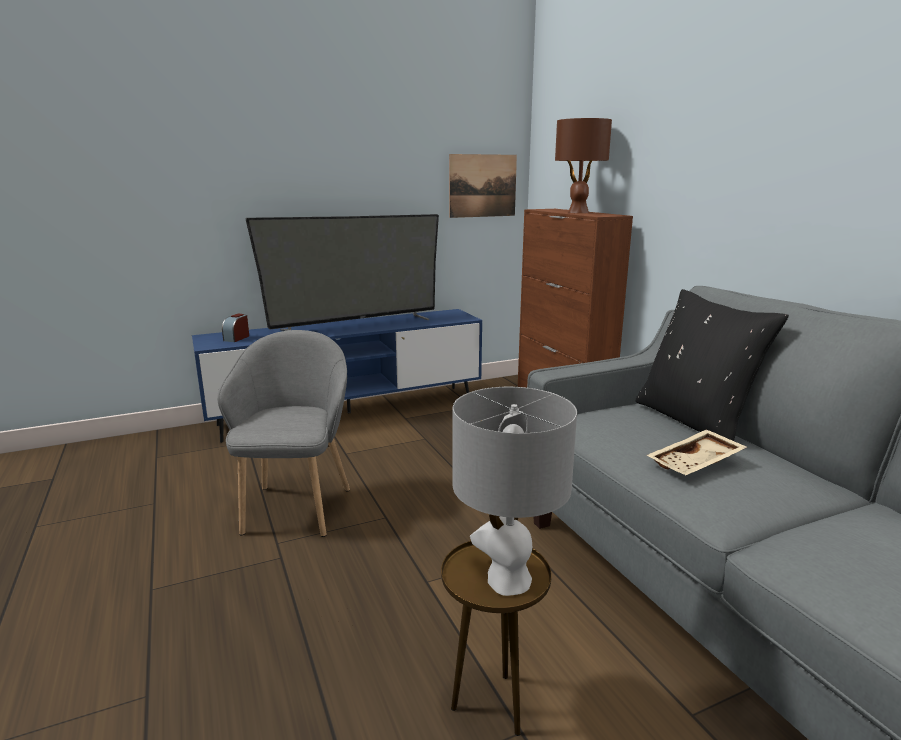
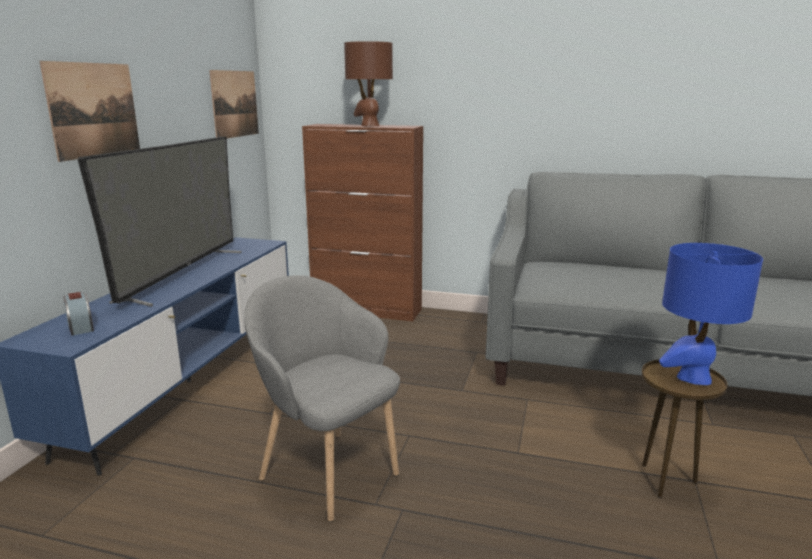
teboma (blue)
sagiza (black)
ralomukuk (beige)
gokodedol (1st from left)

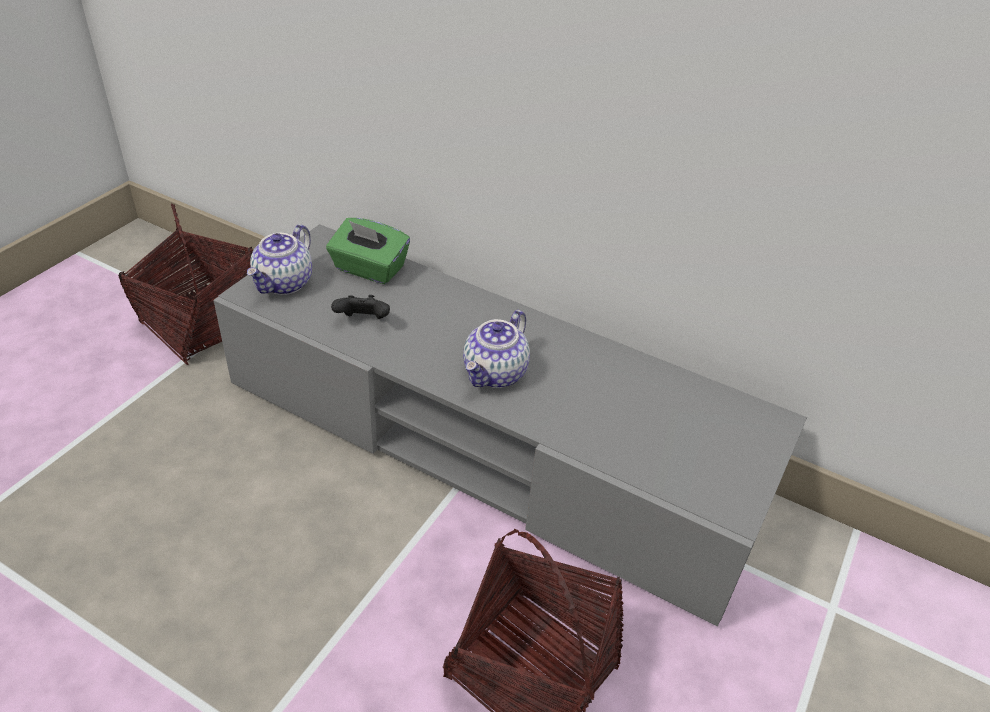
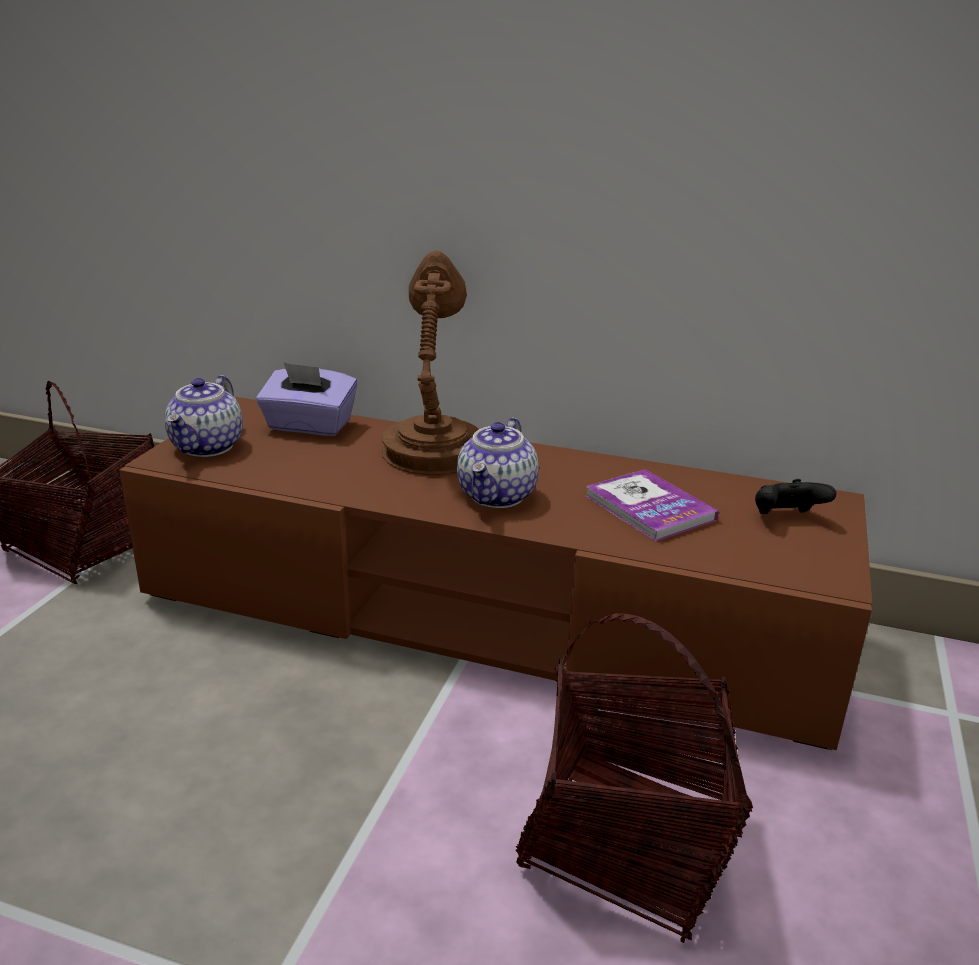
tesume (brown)
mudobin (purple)
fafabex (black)
teboma (brown)
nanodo

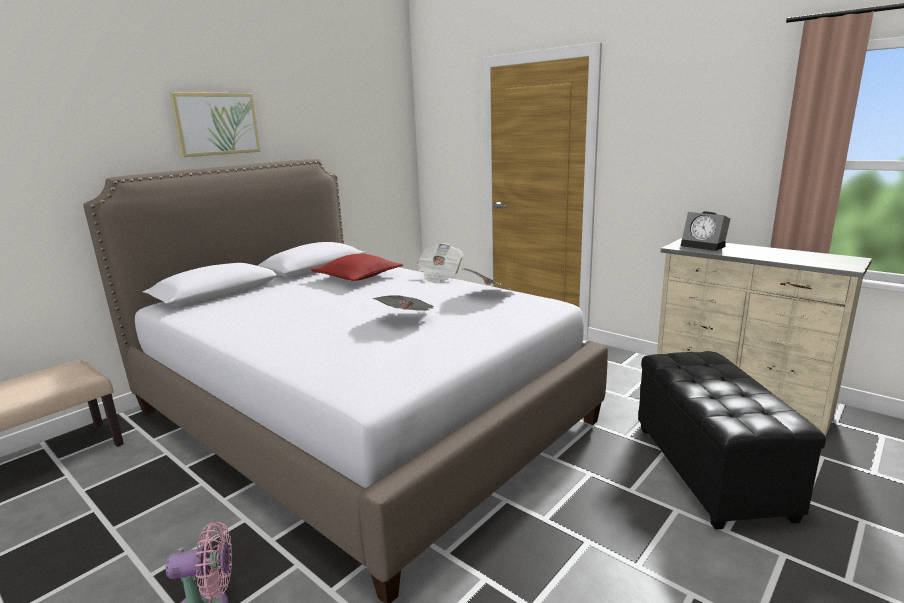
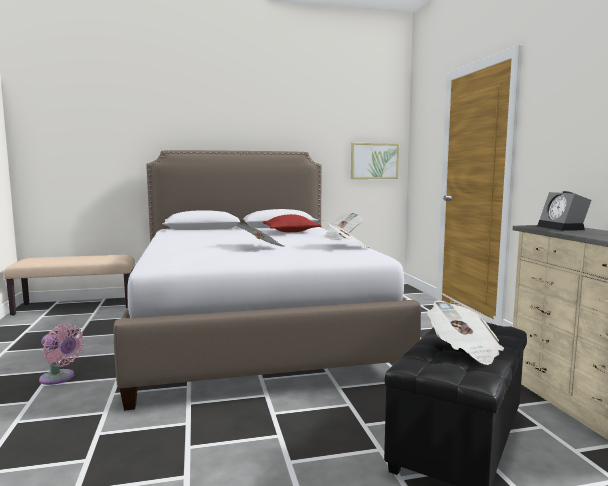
gokodedol
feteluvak (4th from left)

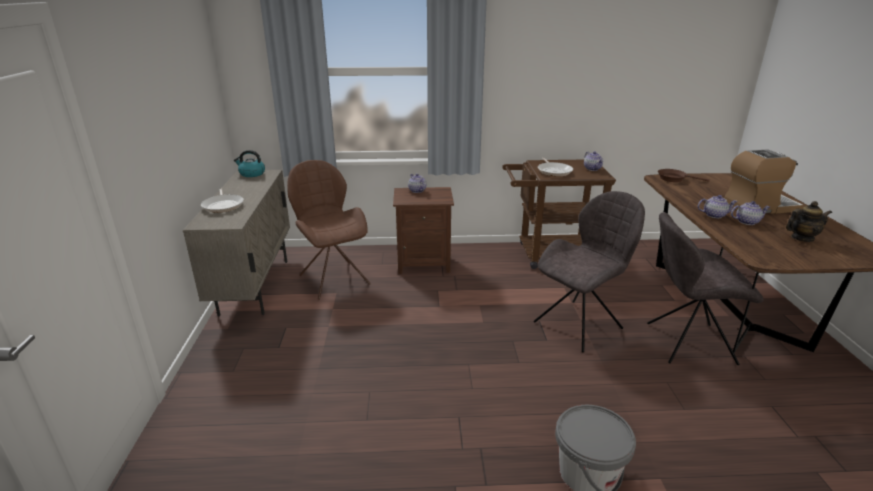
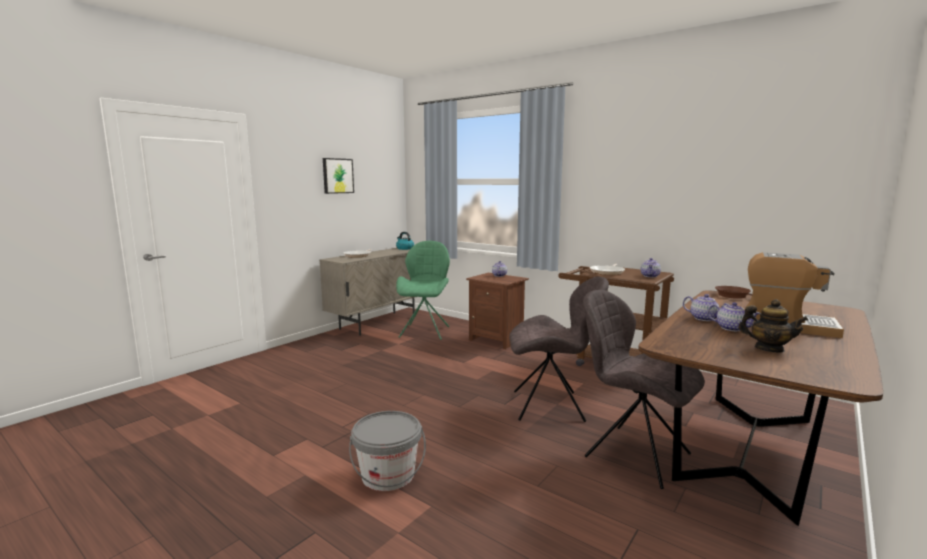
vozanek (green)
gokodedol

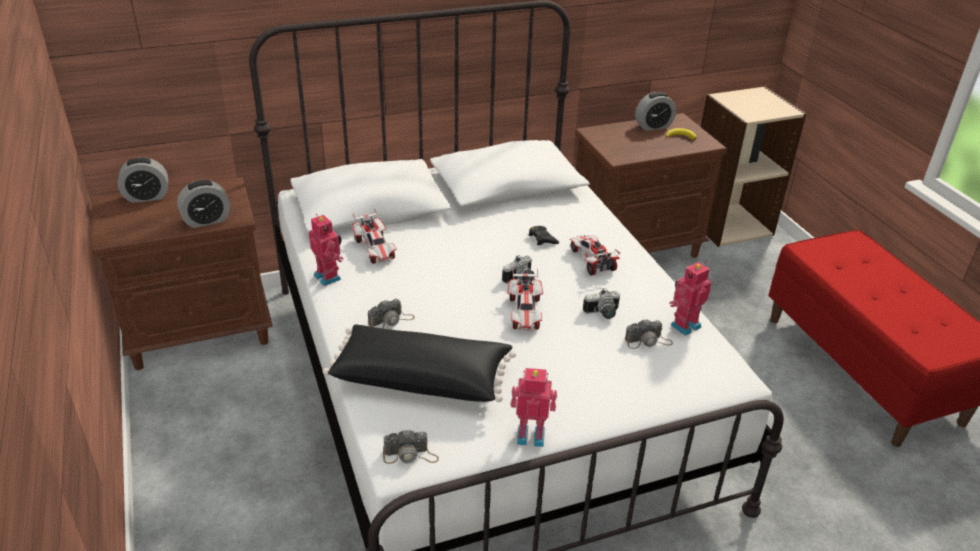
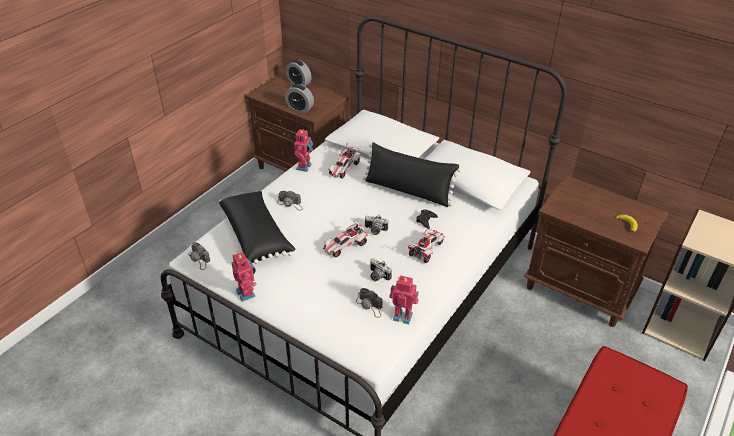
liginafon (3rd from left in the first image)
sagiza (black) (2nd from left)

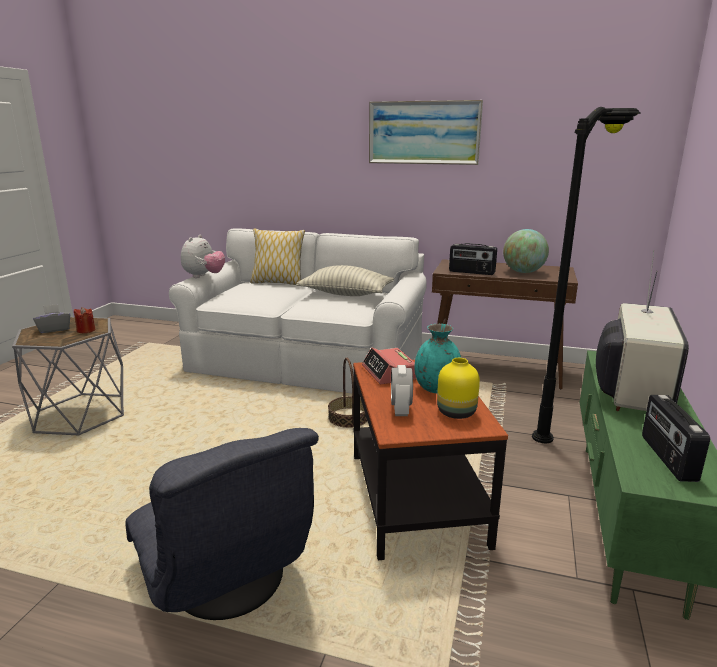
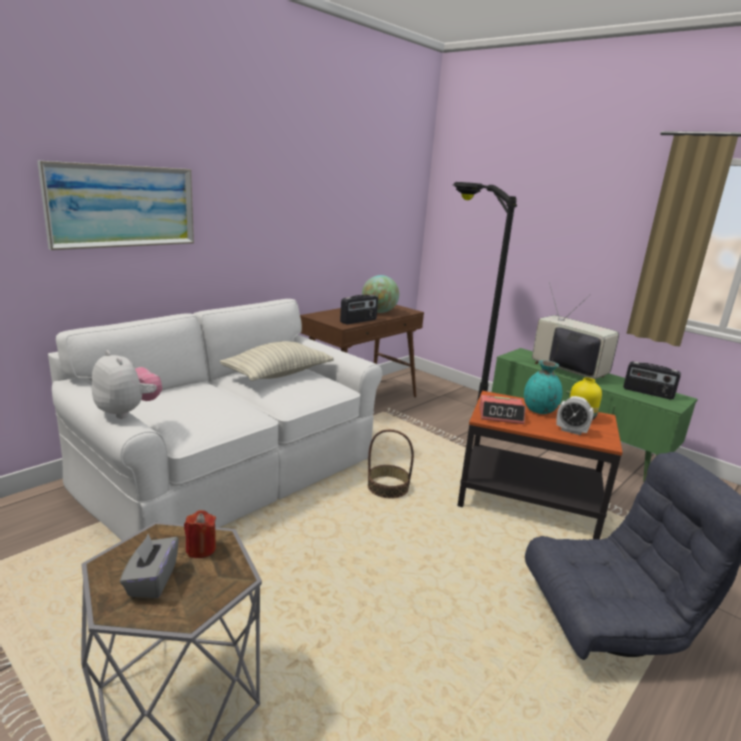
sagiza (1st from left in the first image)
gokodedol

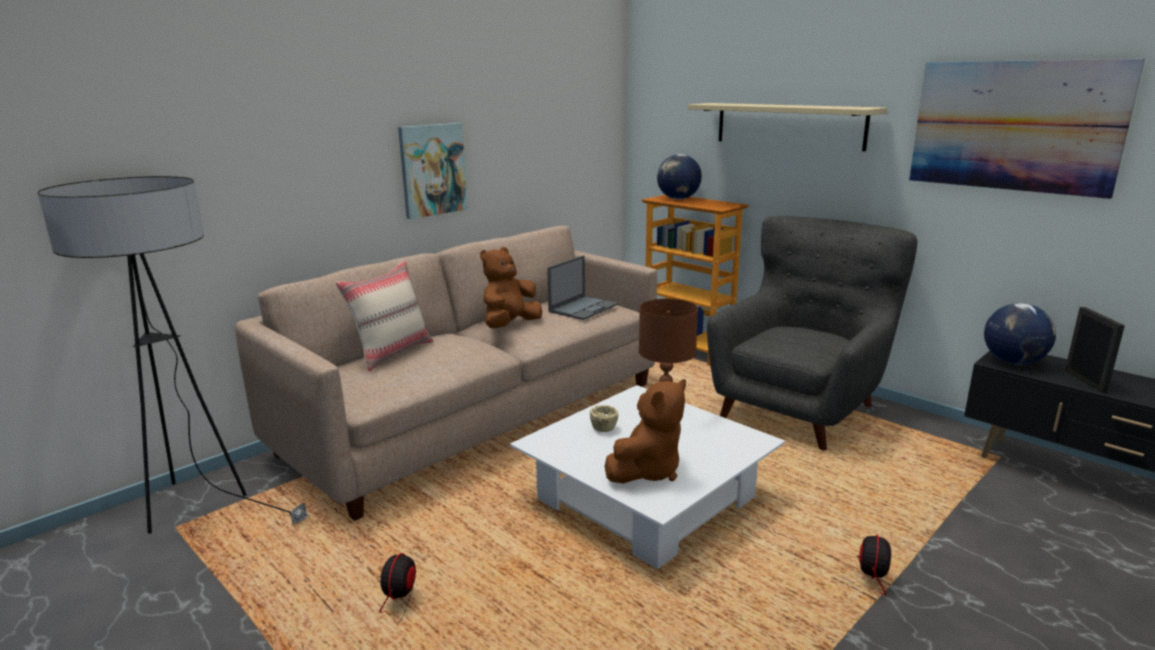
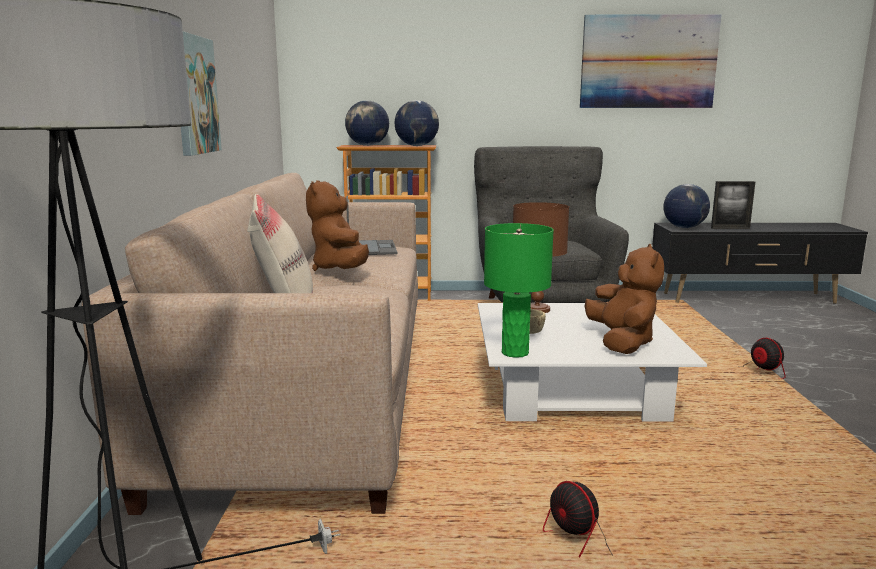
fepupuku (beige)
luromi
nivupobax (2nd from left)
teboma (green)

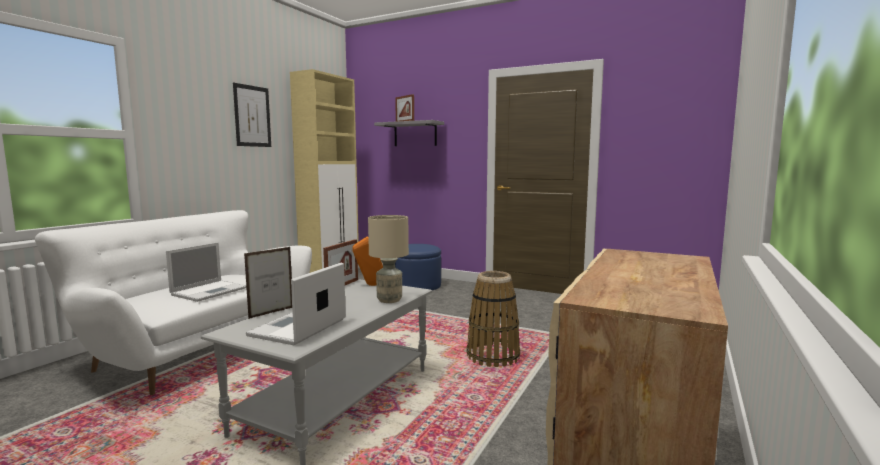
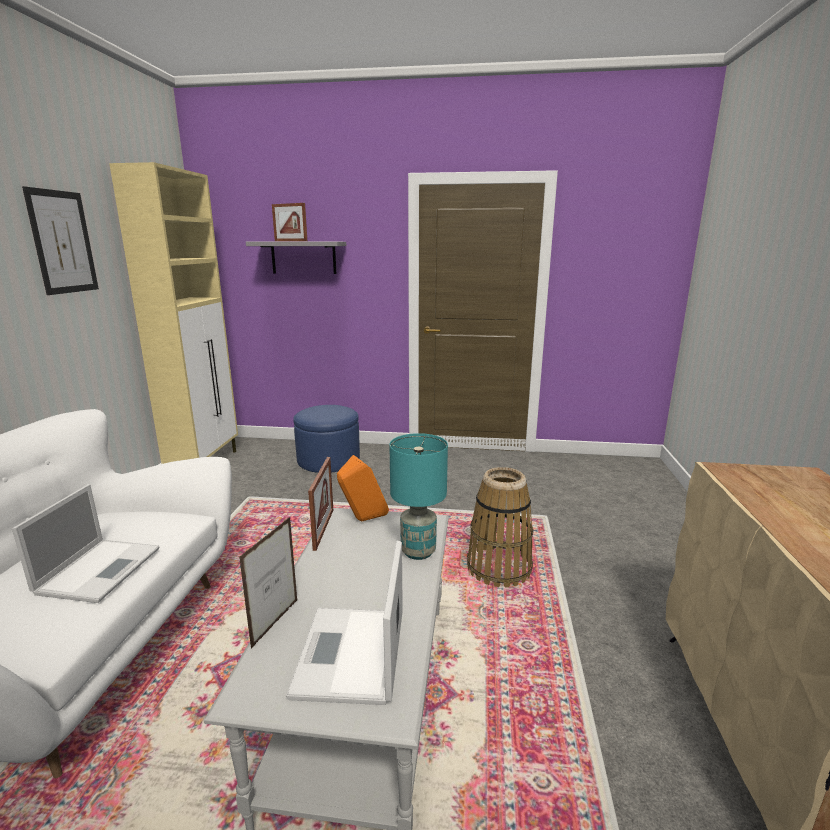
teboma (turquoise)

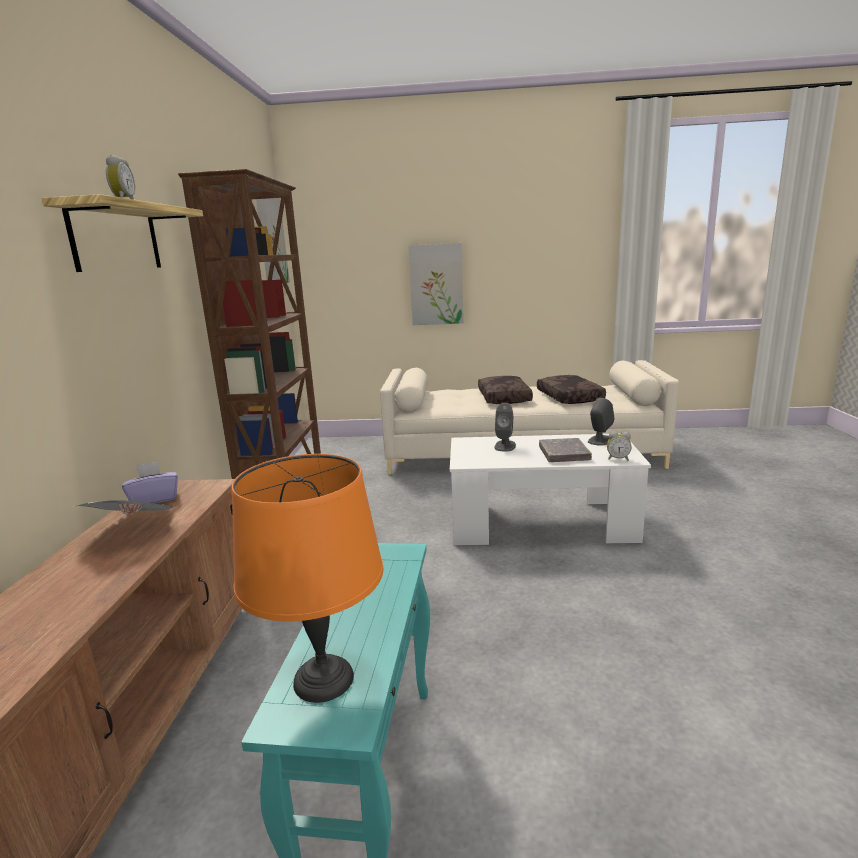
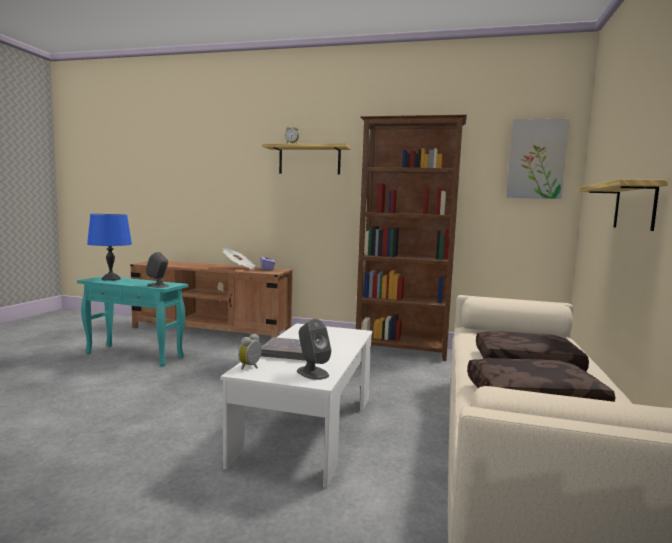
teboma (blue)
fepupuku (2nd from left)
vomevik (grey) (1st from left)

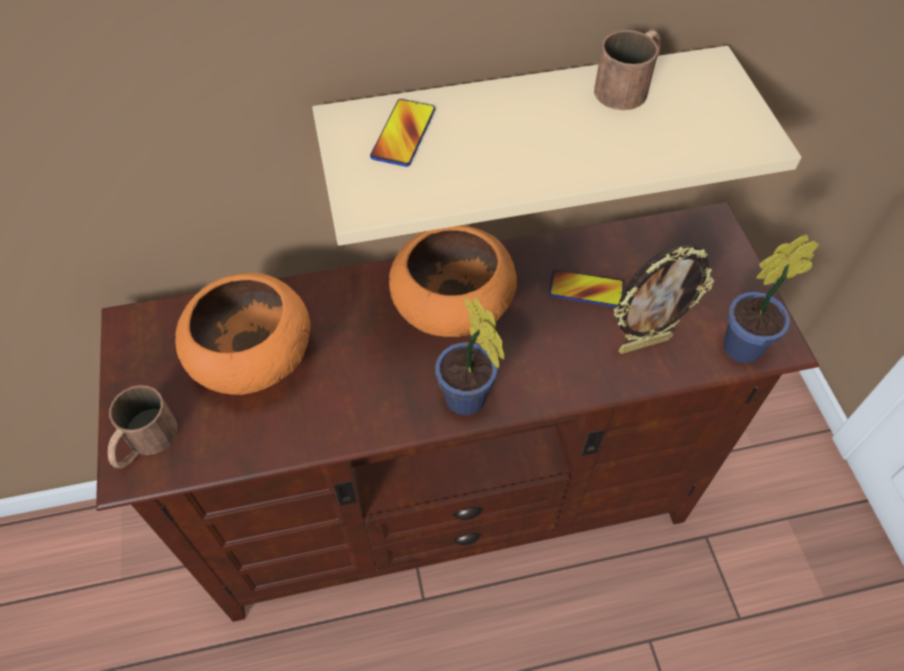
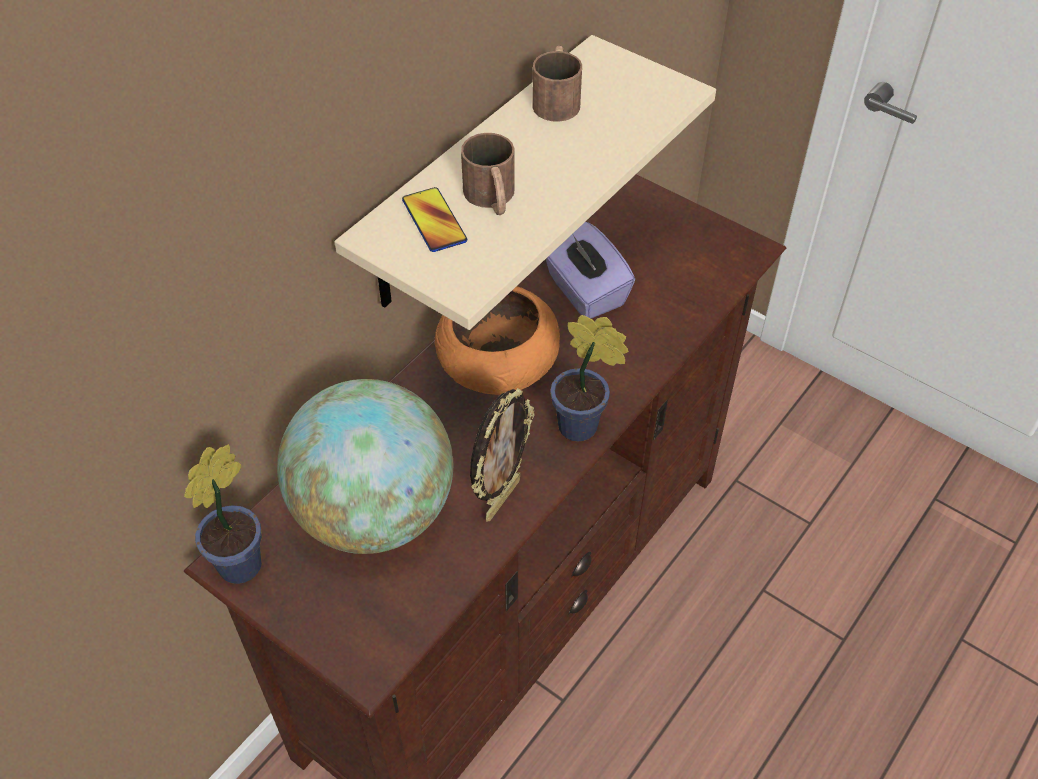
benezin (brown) (1st from left)
nivupobax
mudobin (purple)
luromi
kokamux (1st from left)

